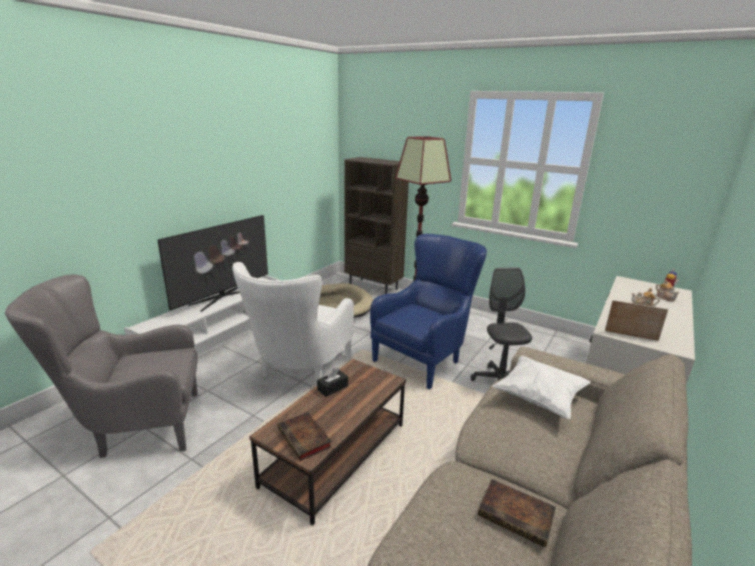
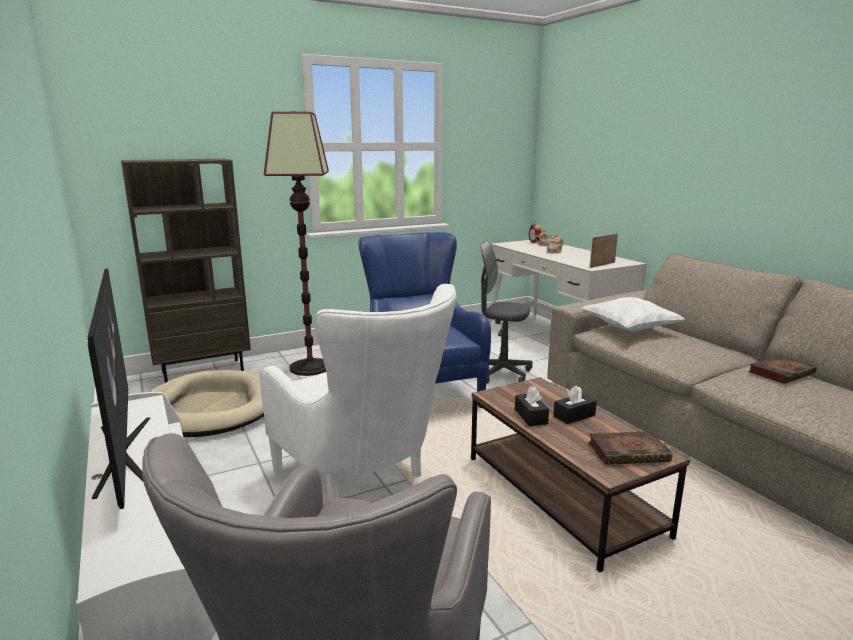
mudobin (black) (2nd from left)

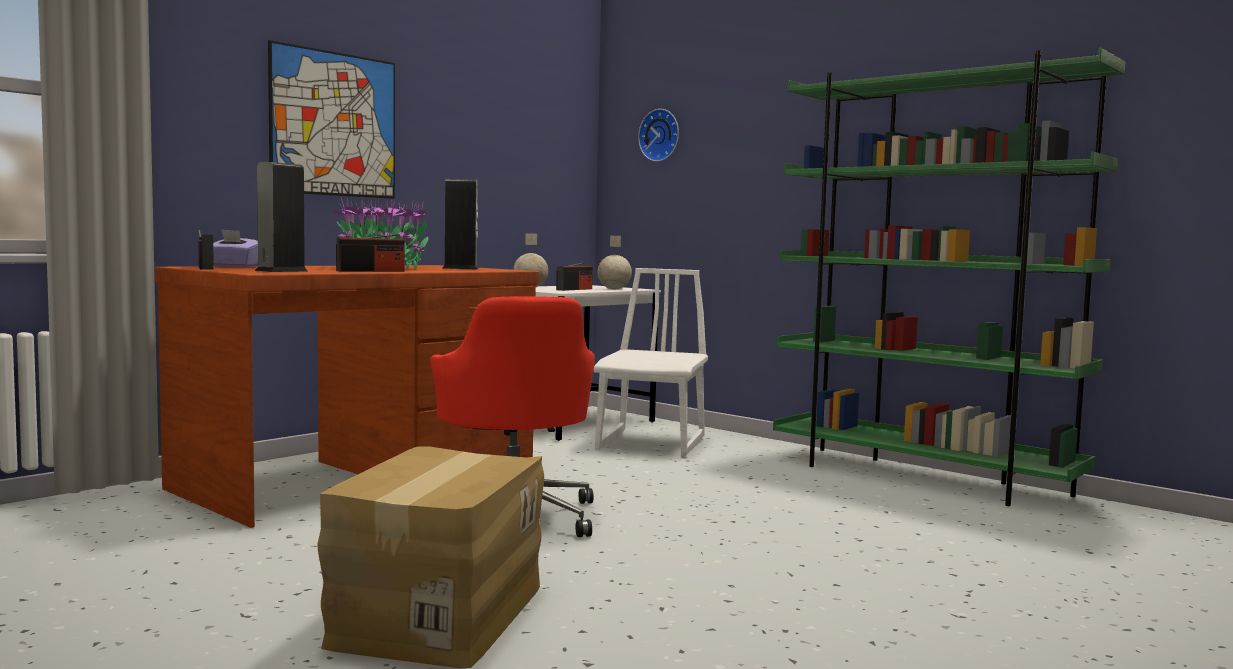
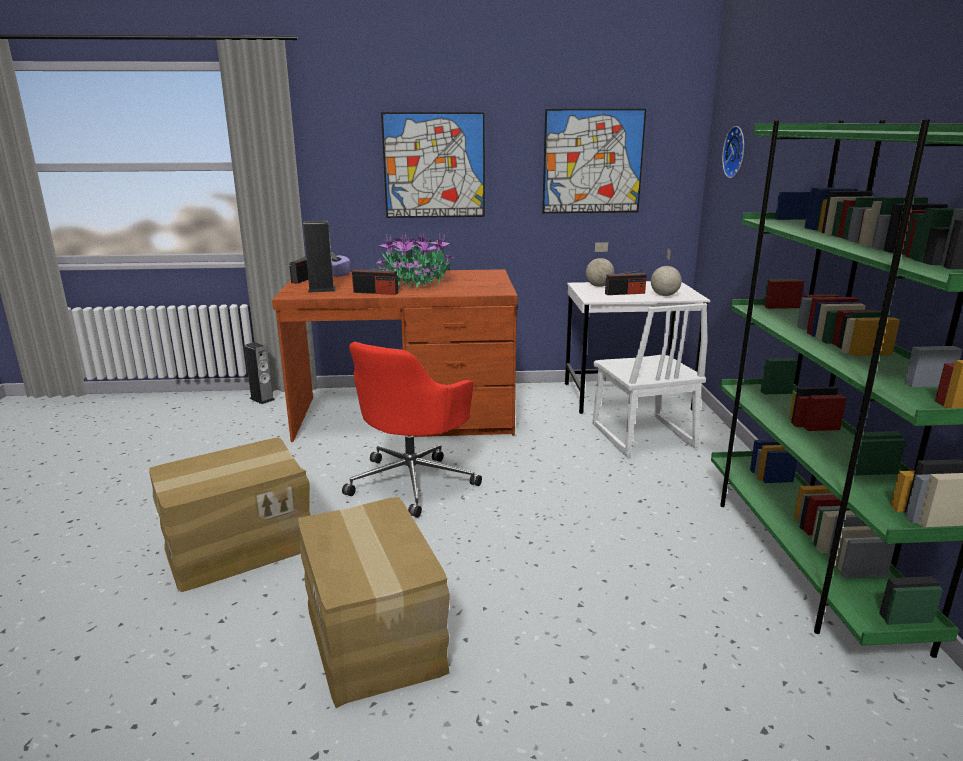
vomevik (1st from left)
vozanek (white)
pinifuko (2nd from left)
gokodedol (2nd from left)

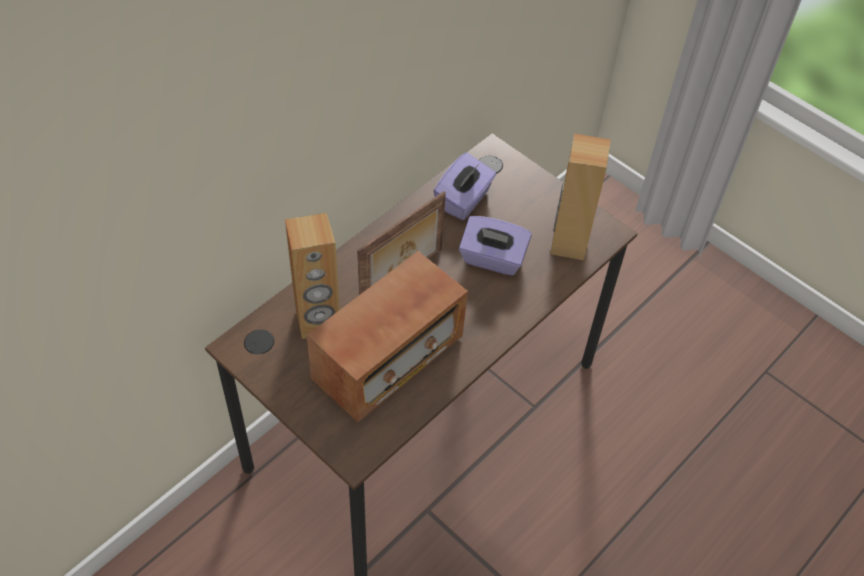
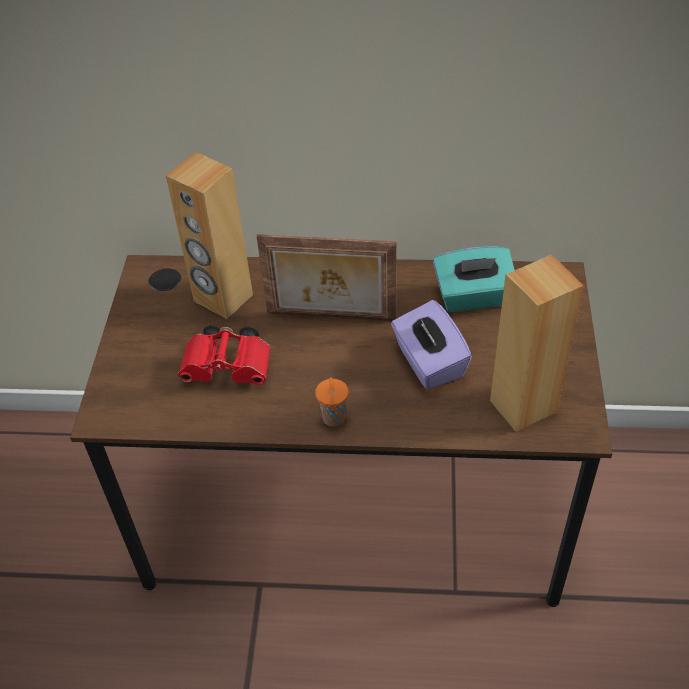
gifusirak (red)
mudobin (turquoise)
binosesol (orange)

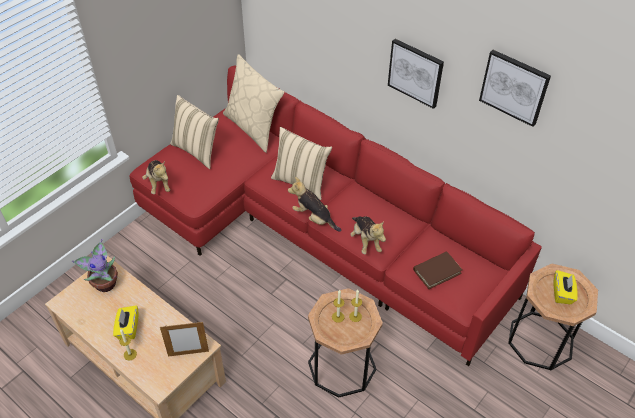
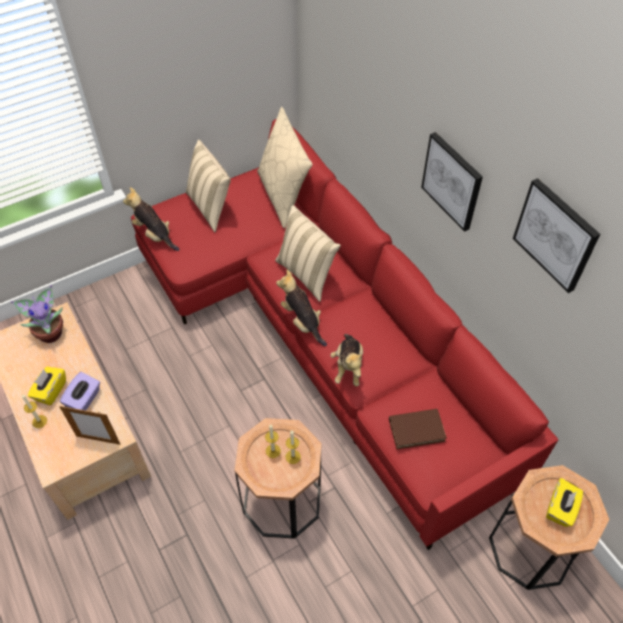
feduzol (1st from left)
mudobin (purple)

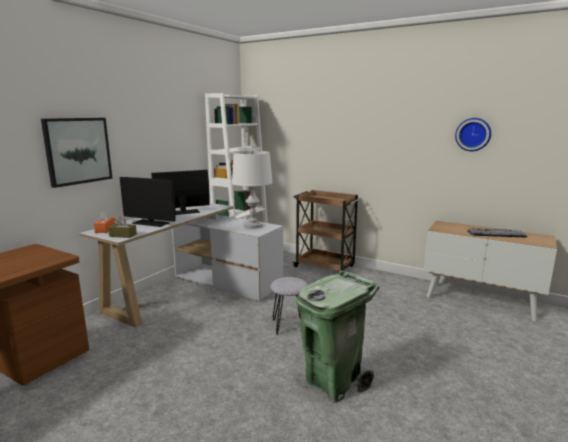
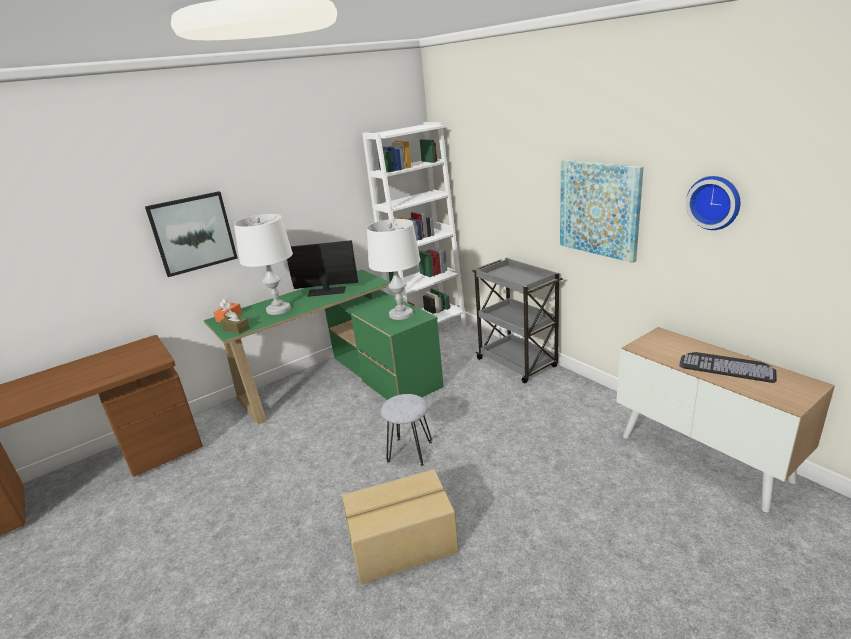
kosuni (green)
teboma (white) (1st from left)
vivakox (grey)
pinifuko
gokodedol (2nd from left)

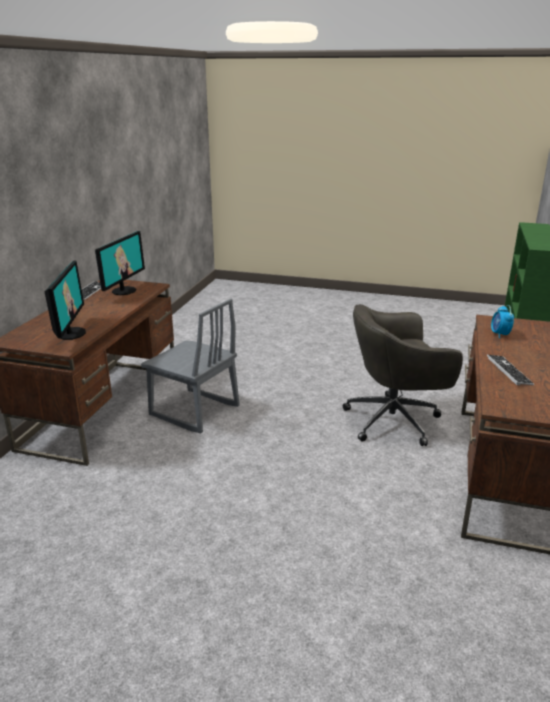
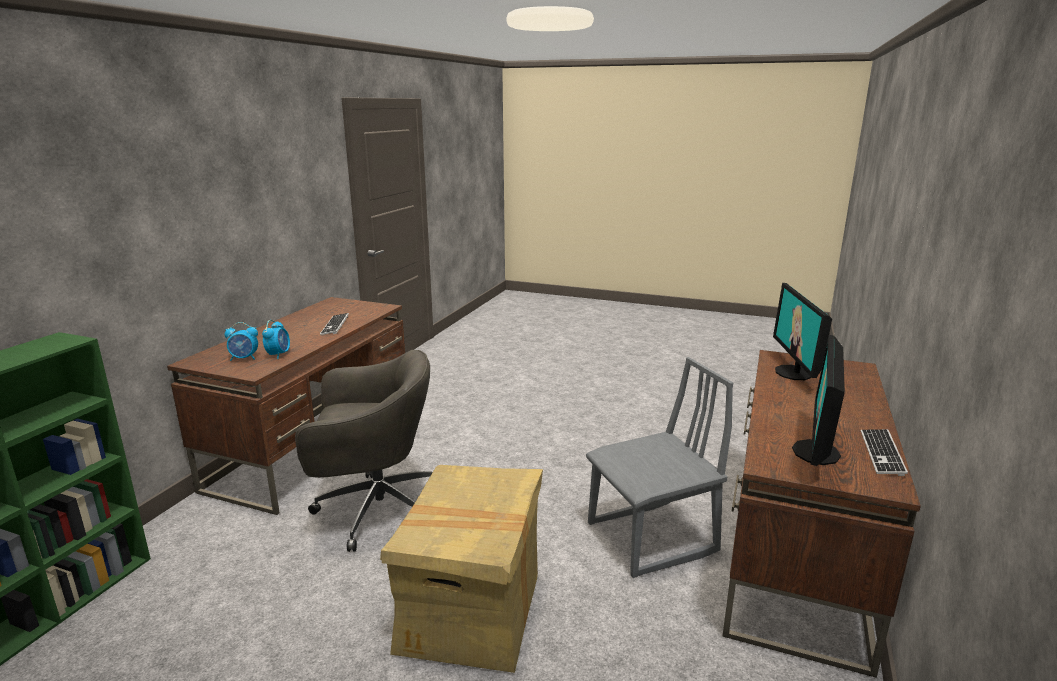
vozanek (grey)
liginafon (1st from left)
pinifuko

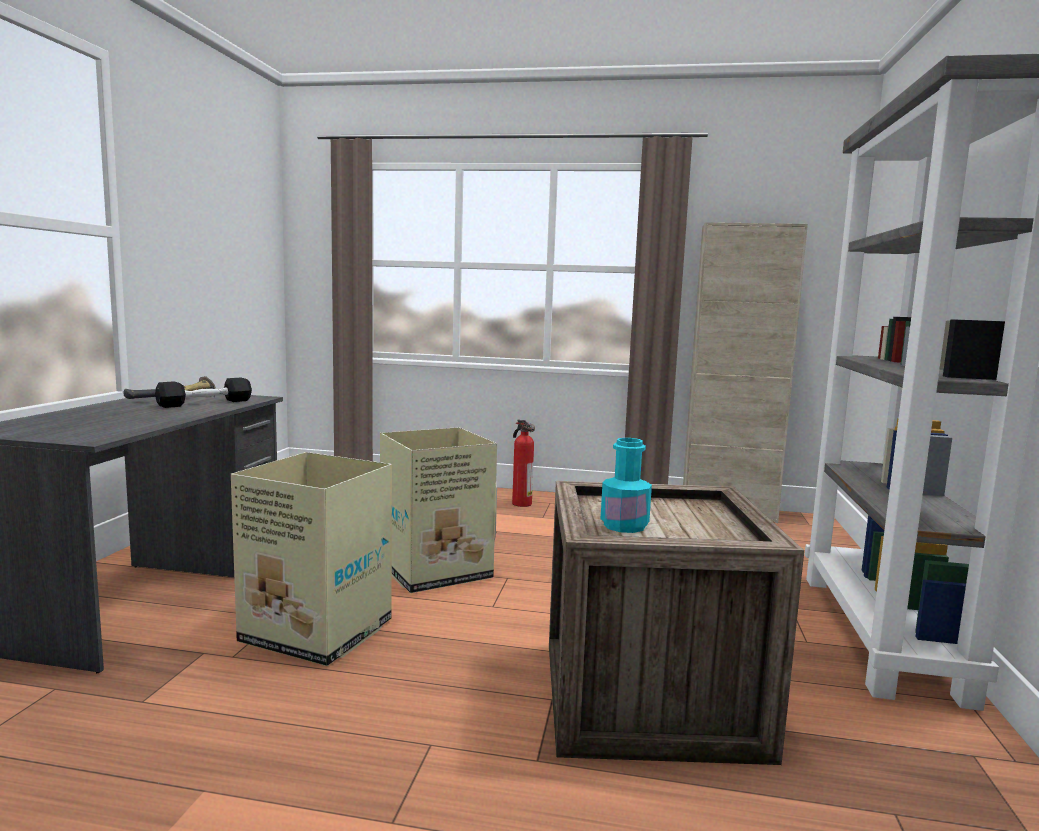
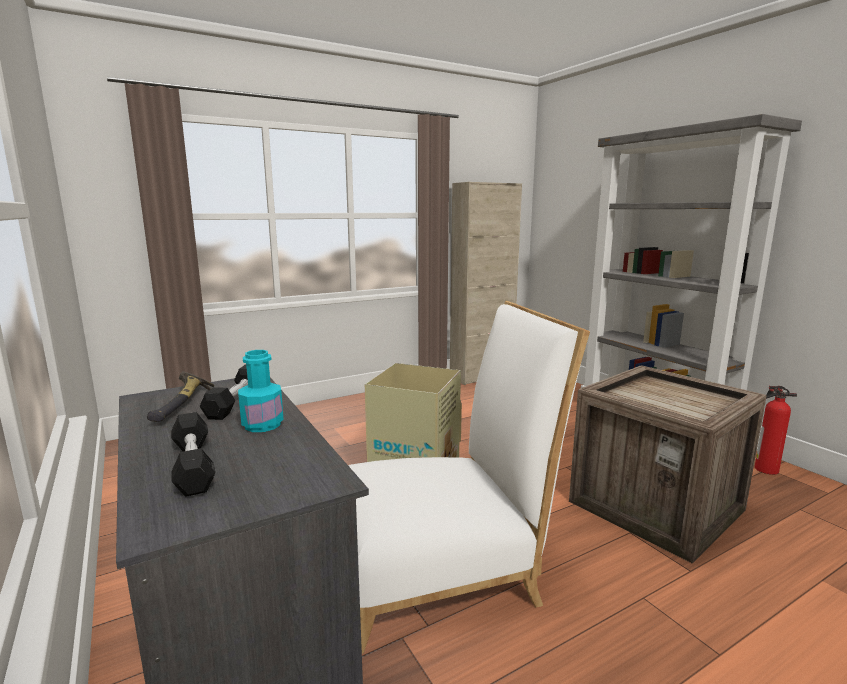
vozanek (white)
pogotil
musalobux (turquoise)
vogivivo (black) (1st from left)

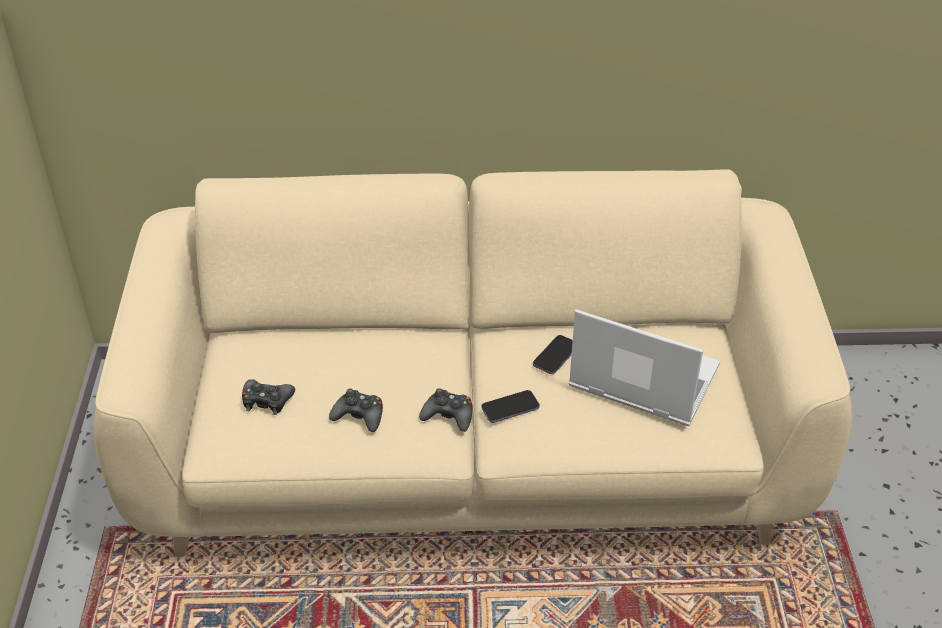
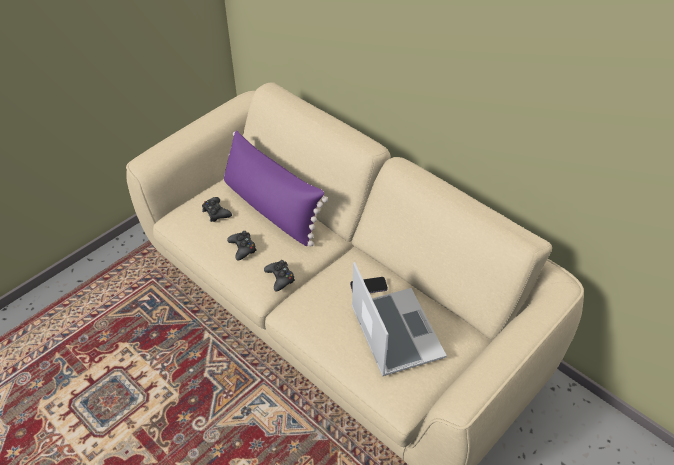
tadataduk (1st from left in the first image)
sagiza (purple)

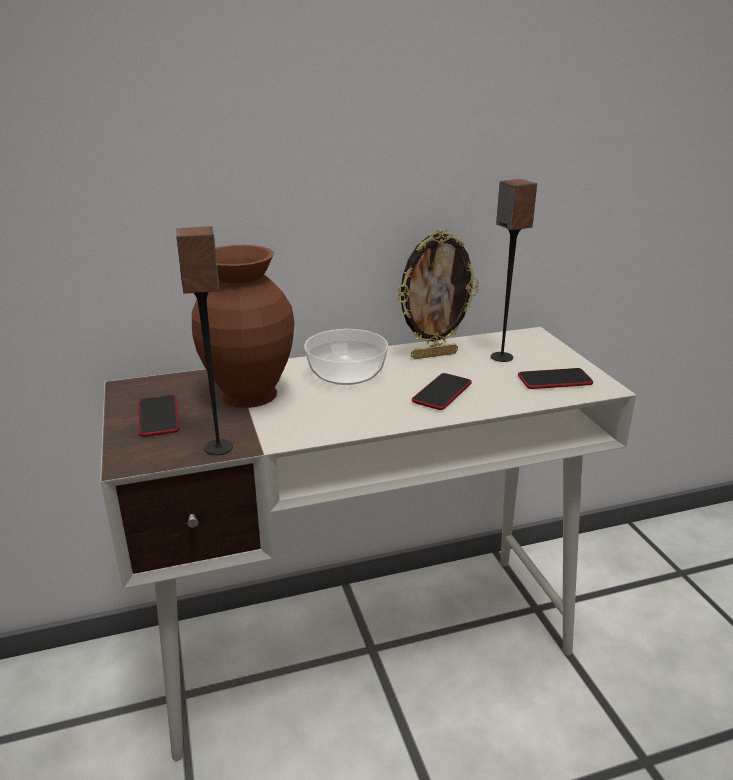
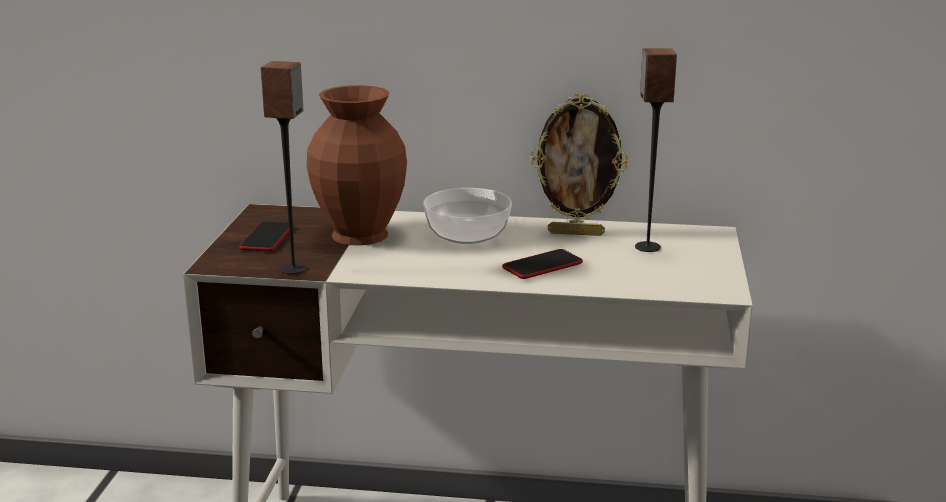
tadataduk (3rd from left in the first image)

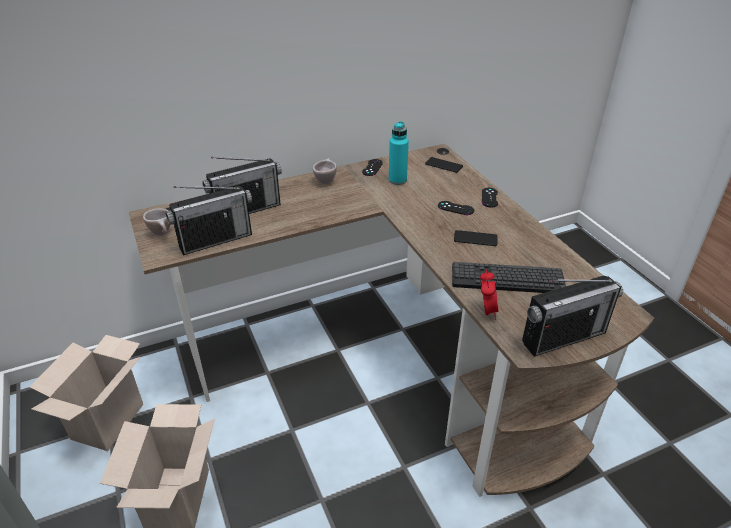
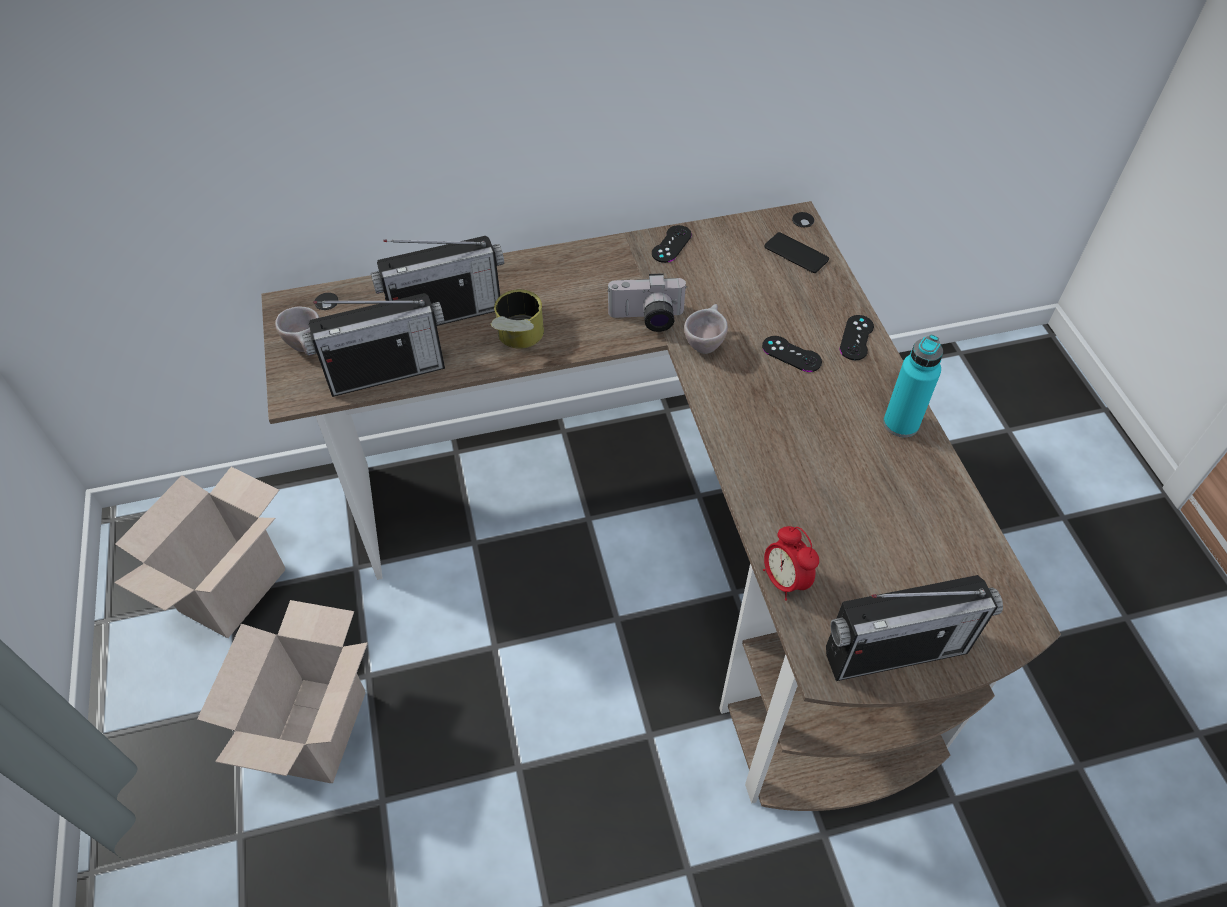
binosesol (beige) (2nd from left)
musalobux (turquoise)
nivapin
tadataduk (2nd from left in the first image)
liginafon
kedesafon
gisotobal

